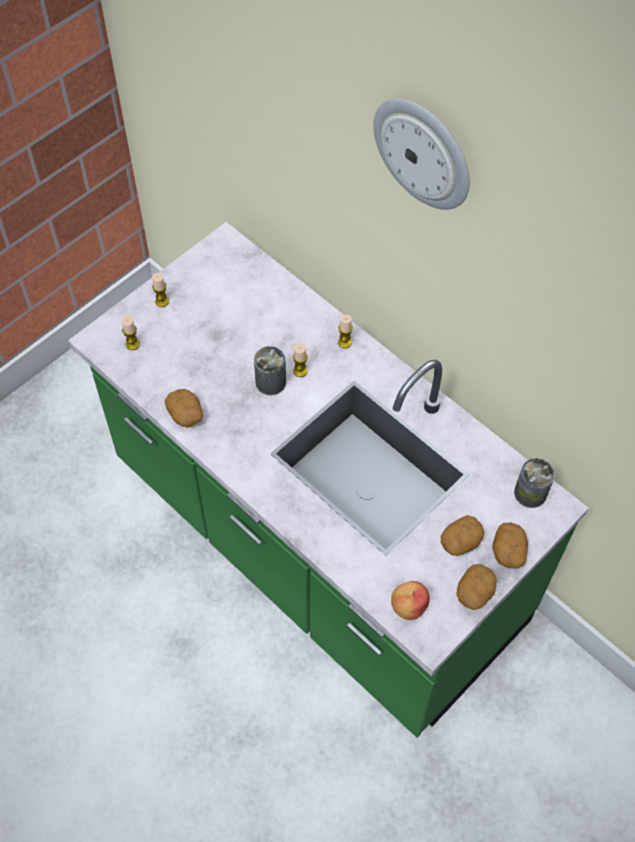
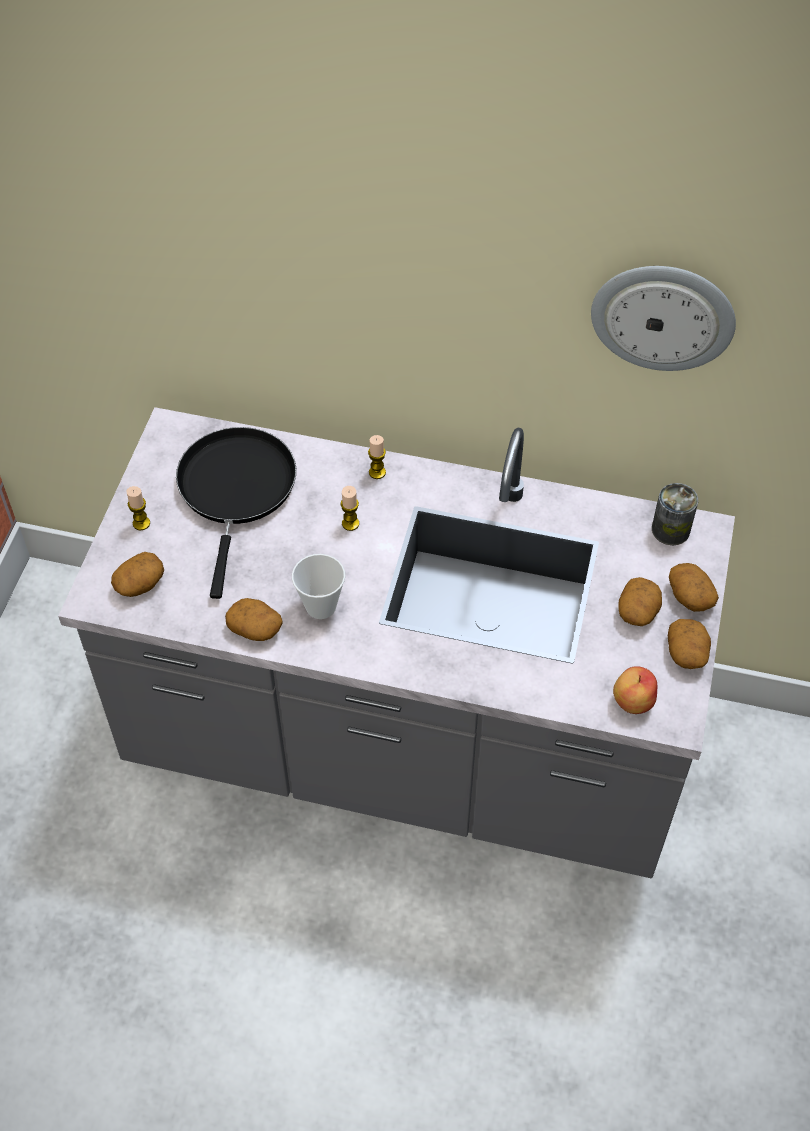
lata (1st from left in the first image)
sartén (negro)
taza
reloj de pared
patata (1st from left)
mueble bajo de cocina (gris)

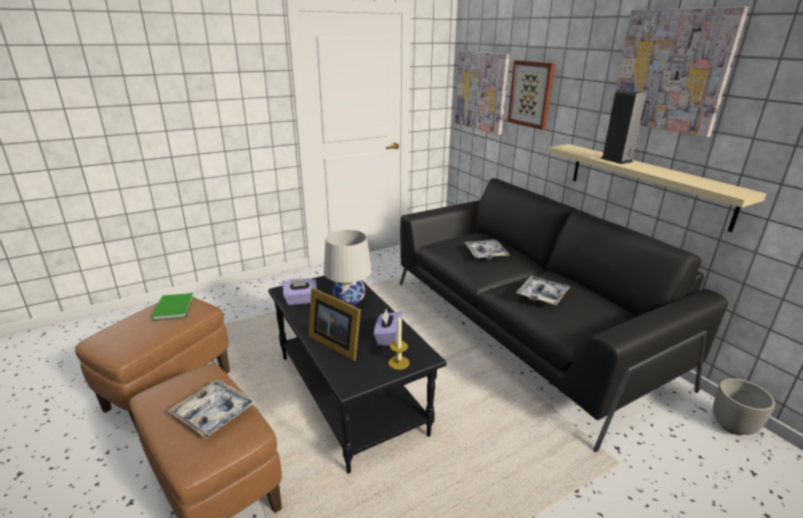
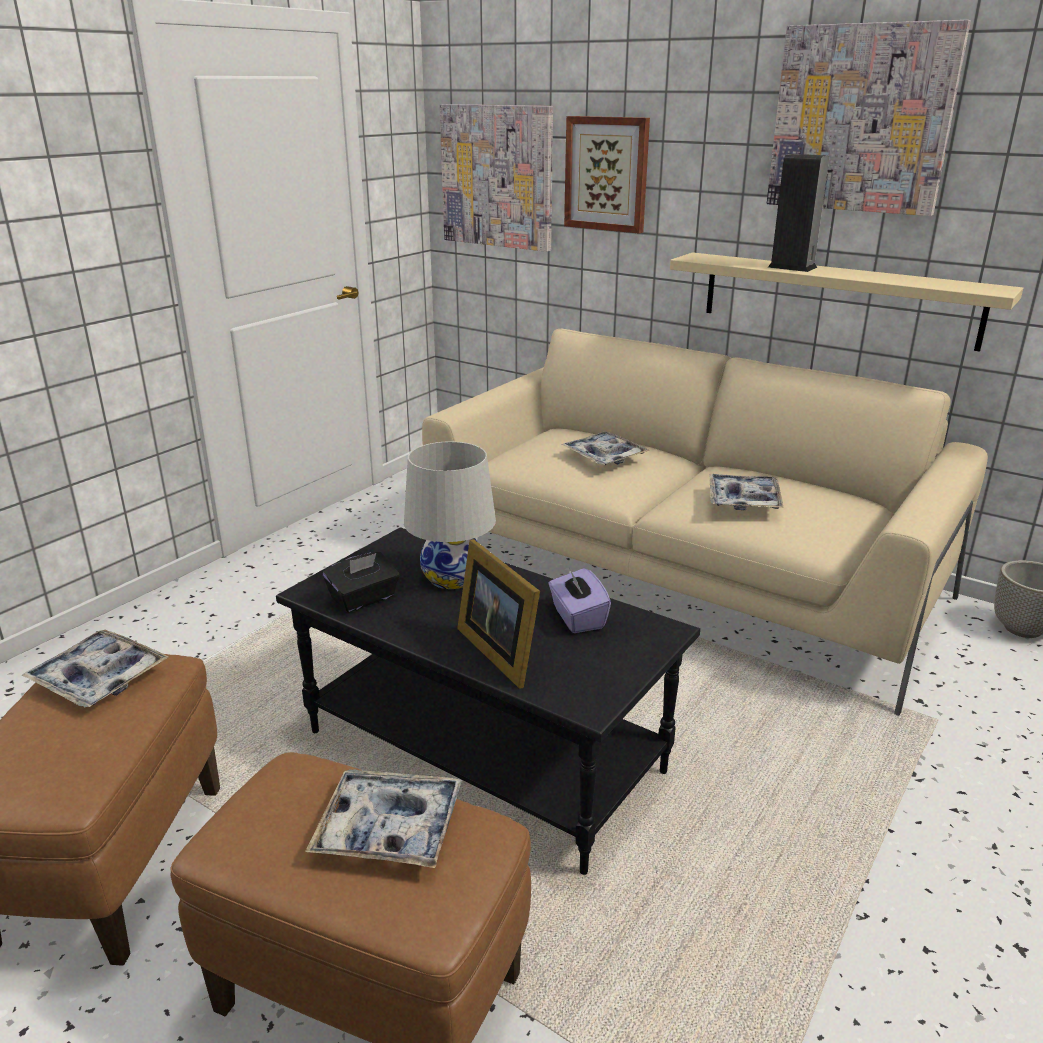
vela
bandeja (1st from left)
caja de pañuelos (negro)
sofá (beis)
portarretratos

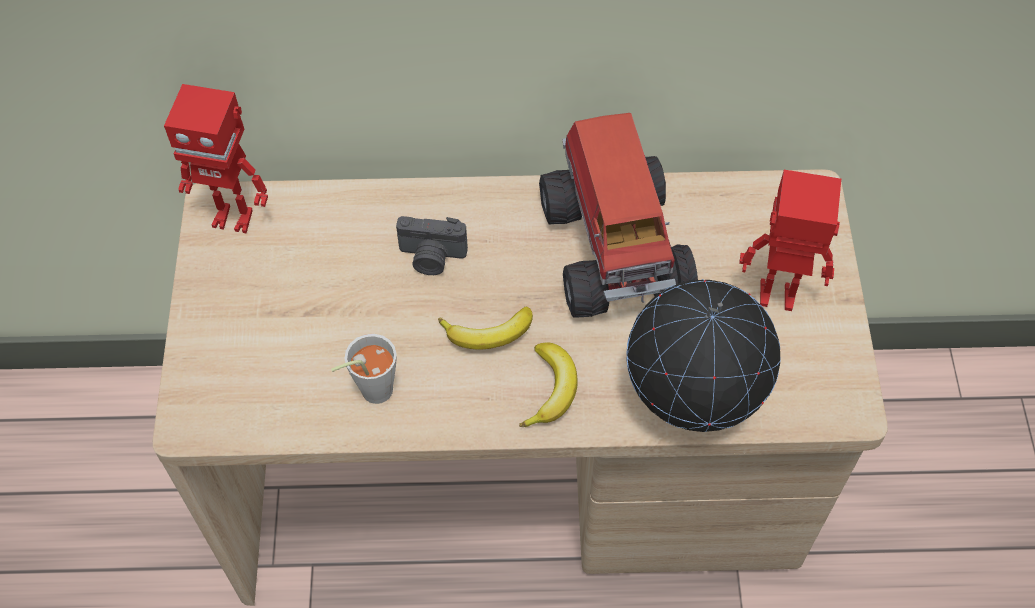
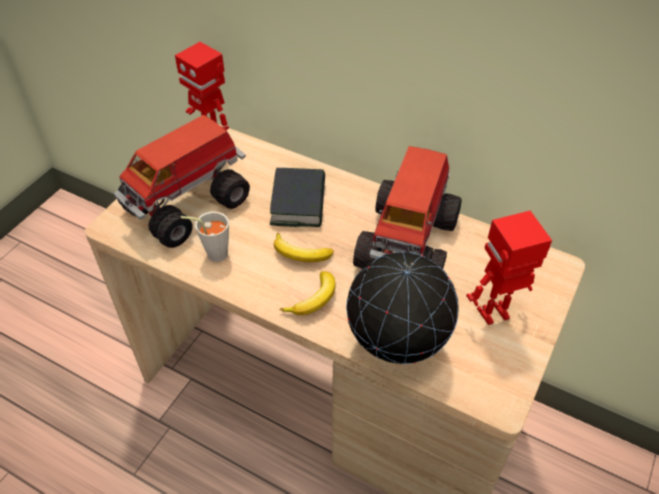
camión de juguete (1st from left)
libro
robot de juguete (2nd from left)

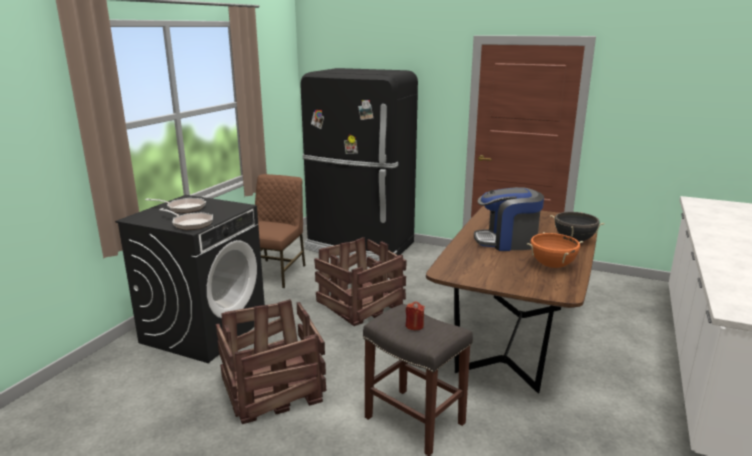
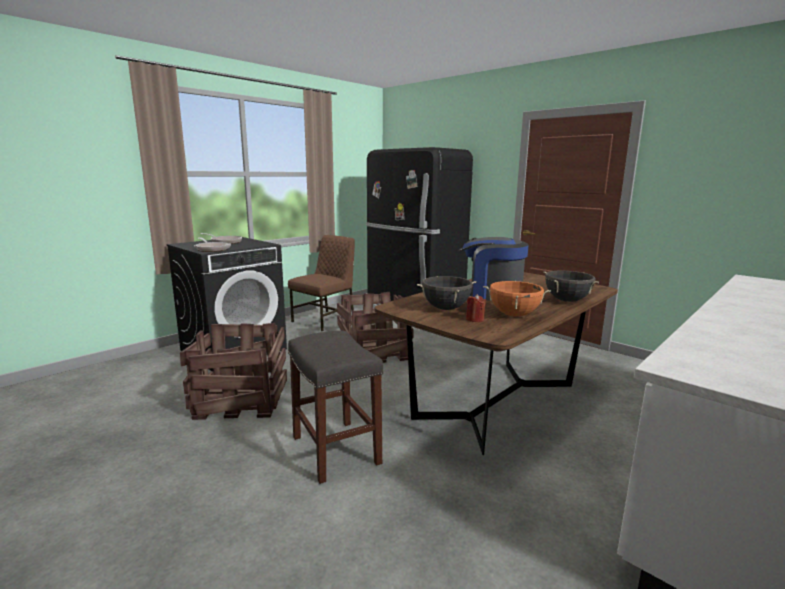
olla (negro) (1st from left)
vela (rojo)

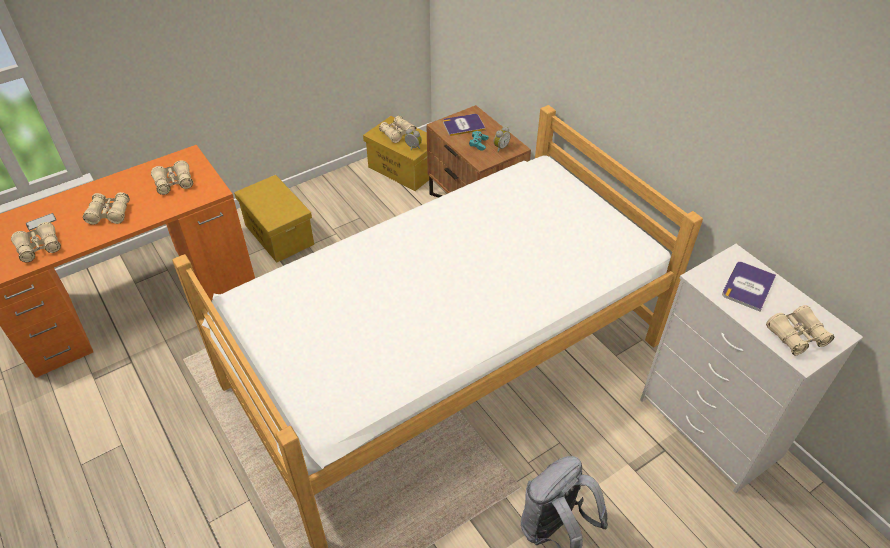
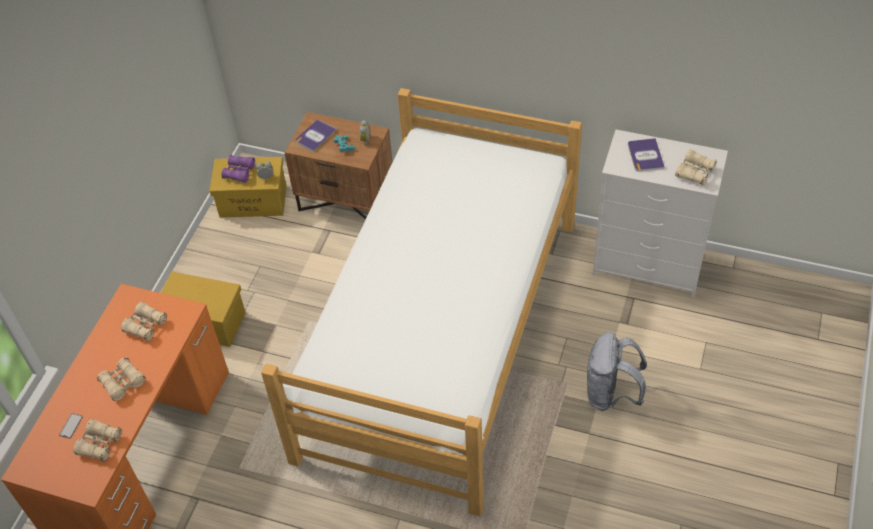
prismáticos (morado)

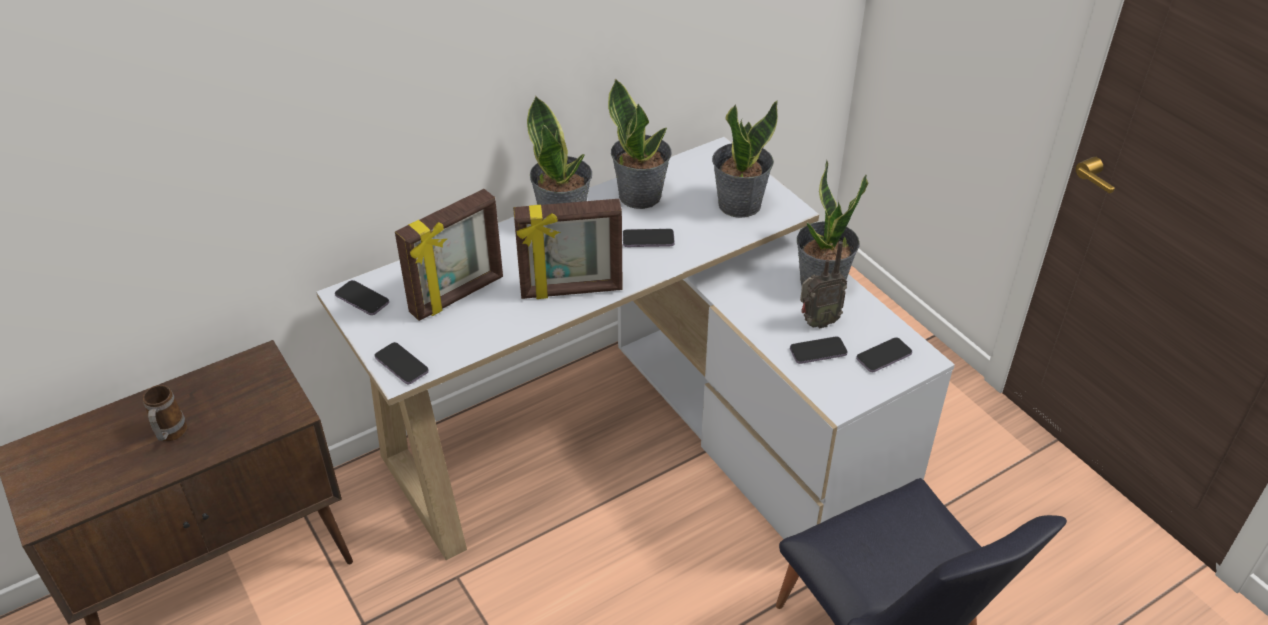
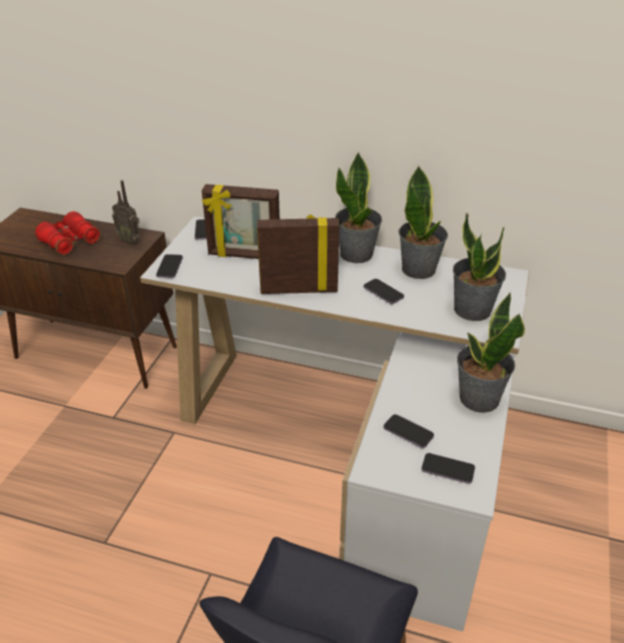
radio
prismáticos (rojo)
portarretratos (2nd from left)

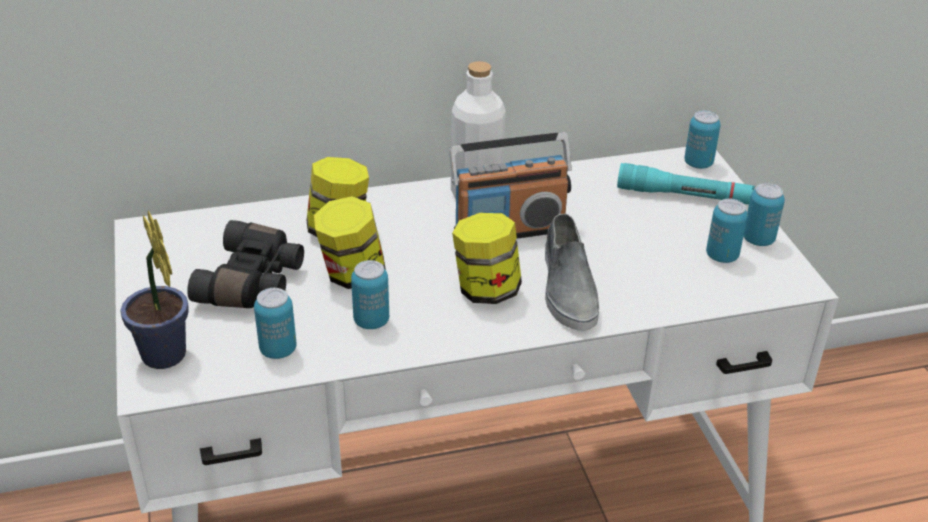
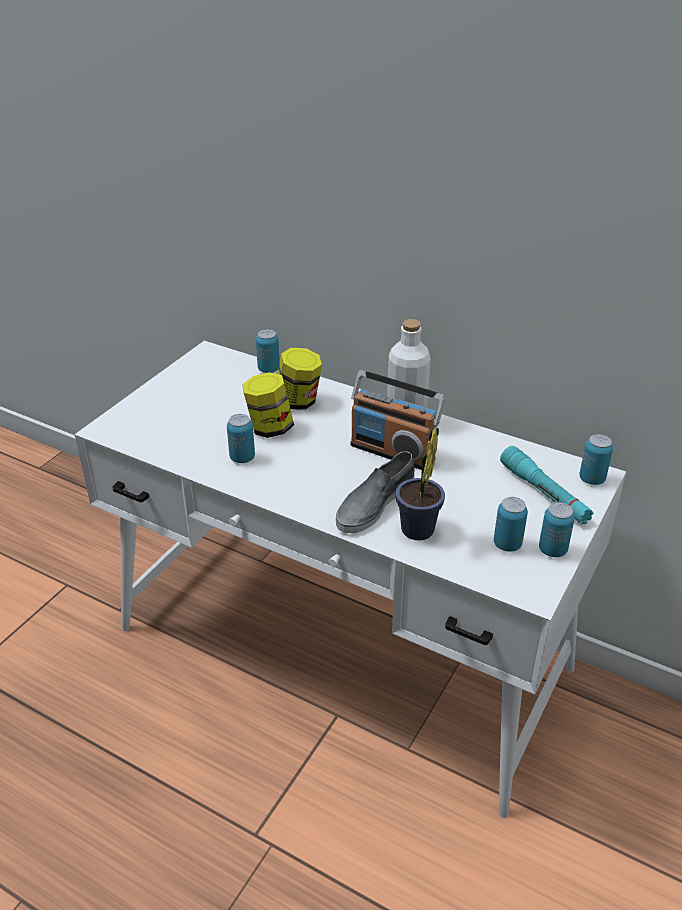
prismáticos (negro)
tarro (3rd from left in the first image)
planta en maceta
lata (2nd from left)

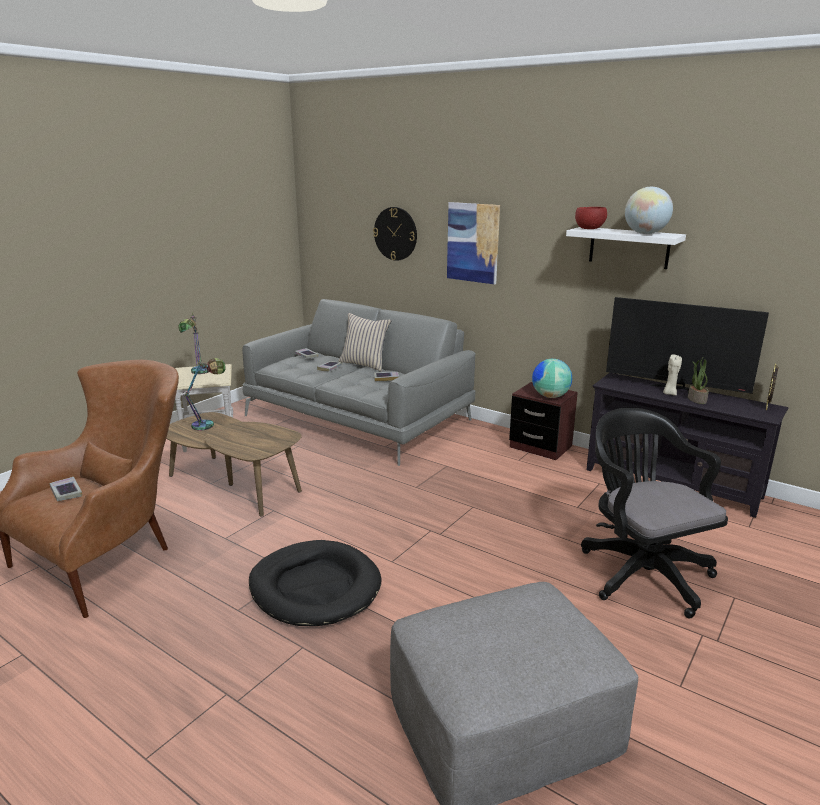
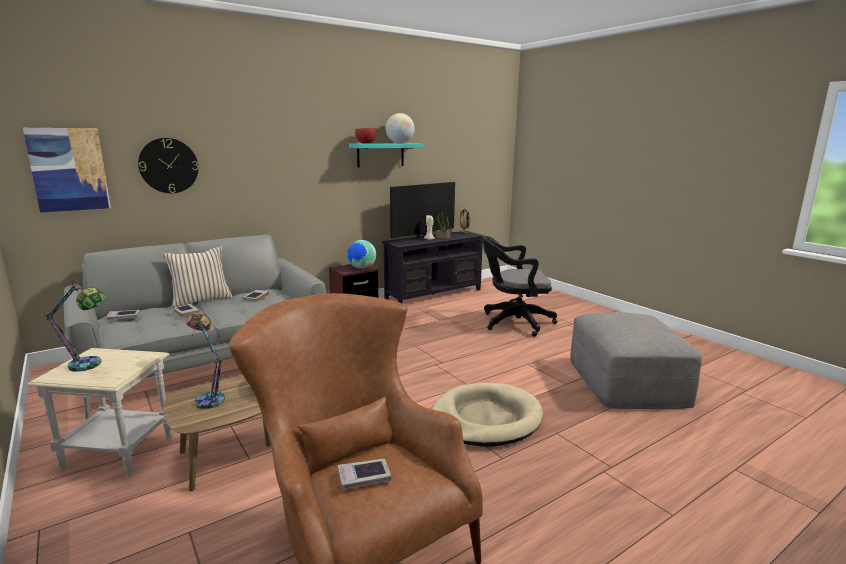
cuadro
cama para perro (beis)
estante (turquesa)

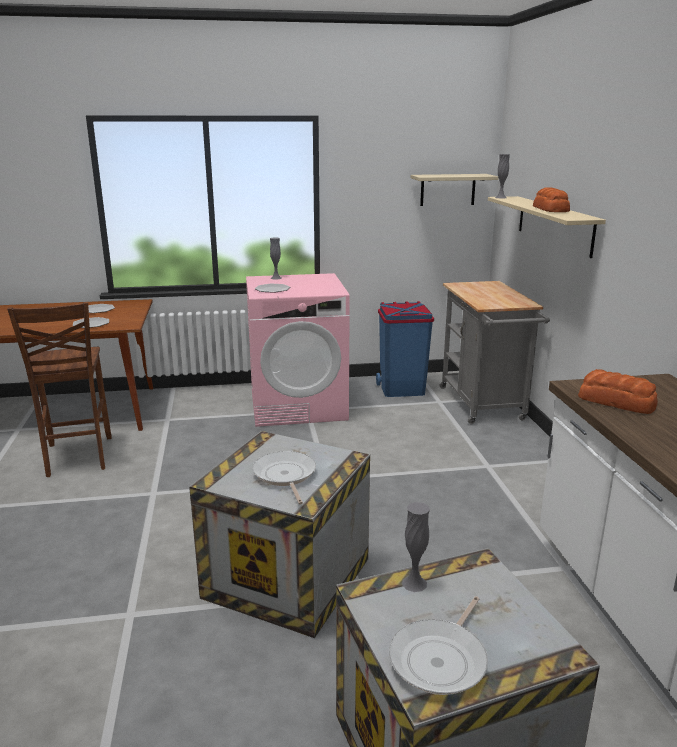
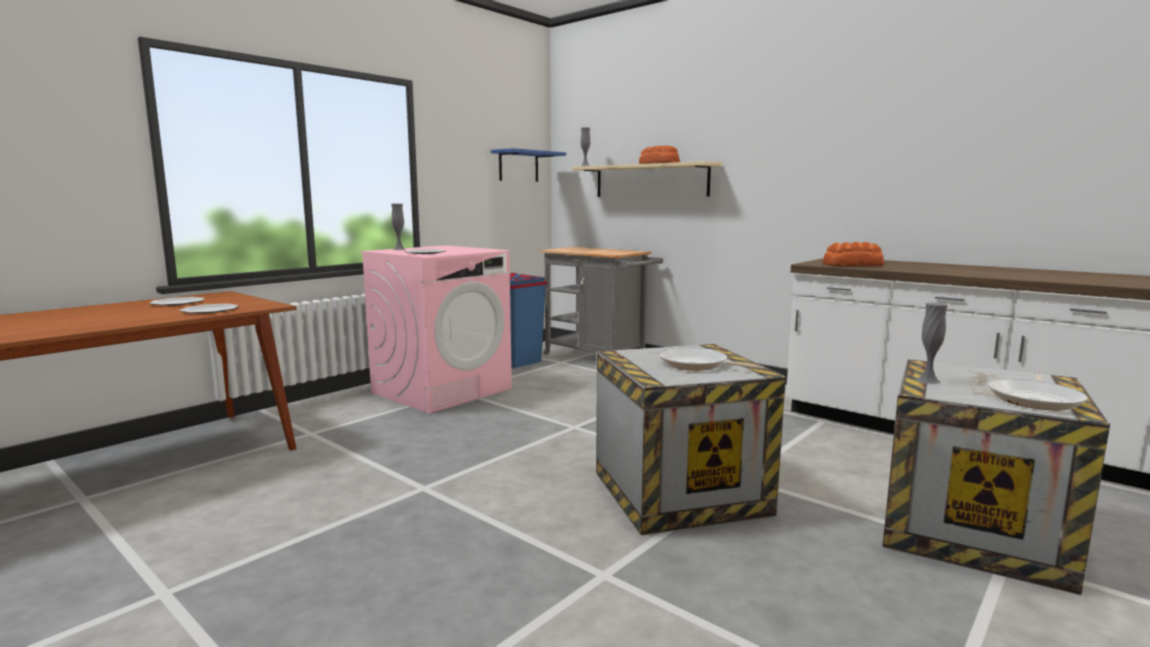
silla (marrón)
estante (azul)
sartén (2nd from left)

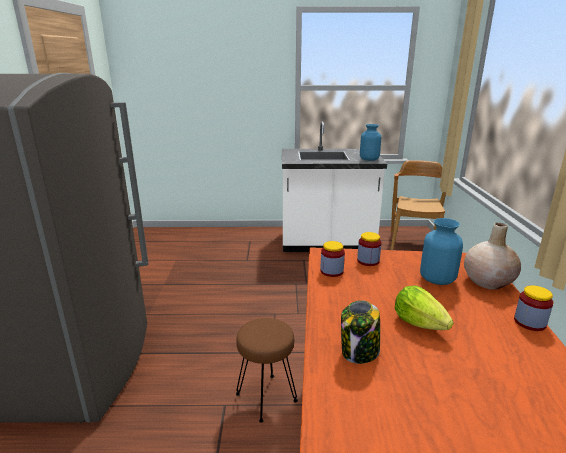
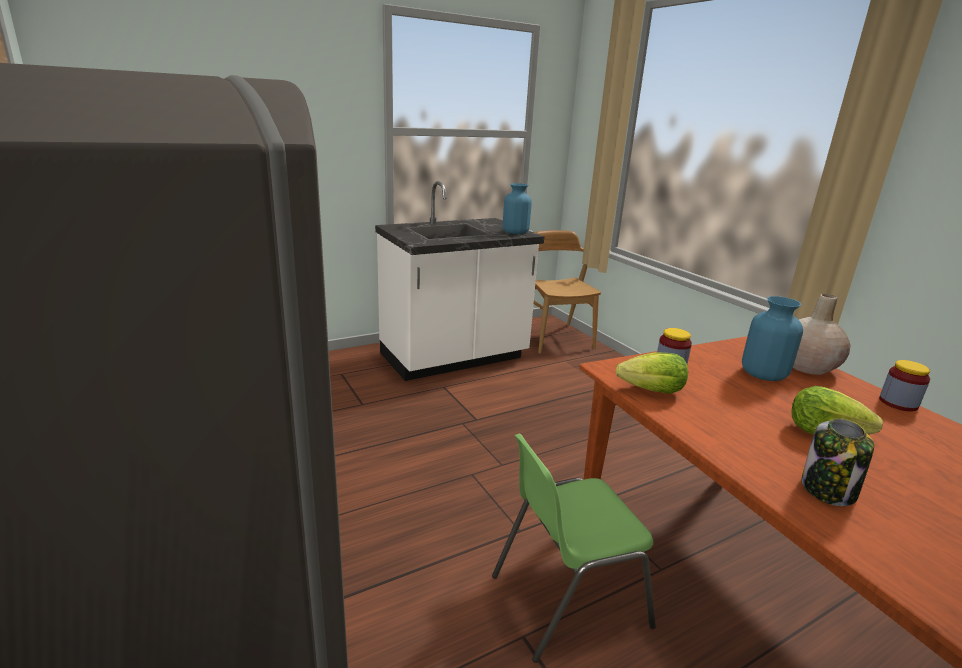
silla (verde)
lechuga (1st from left)

